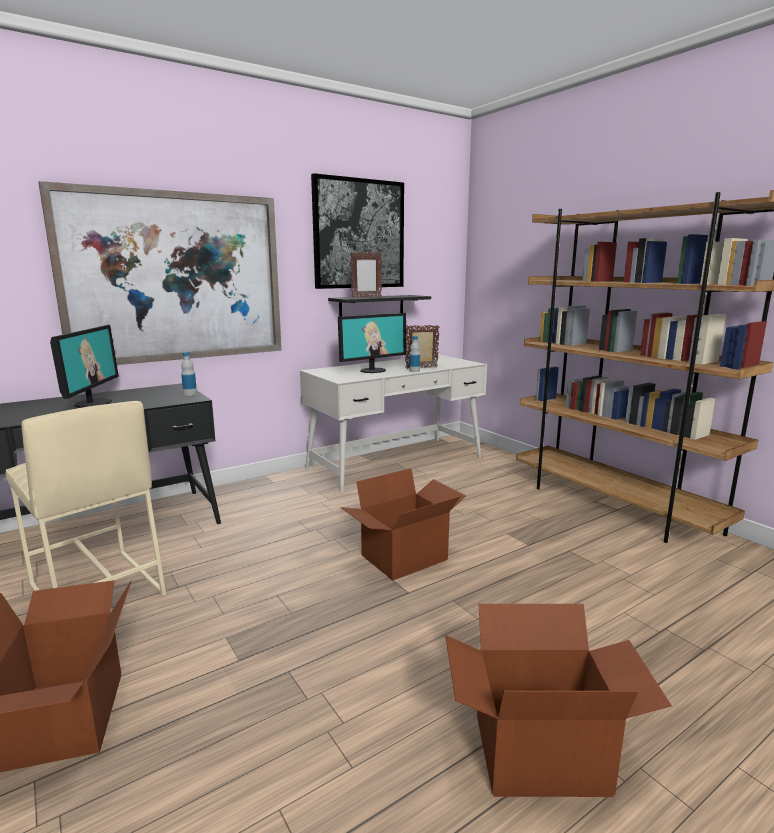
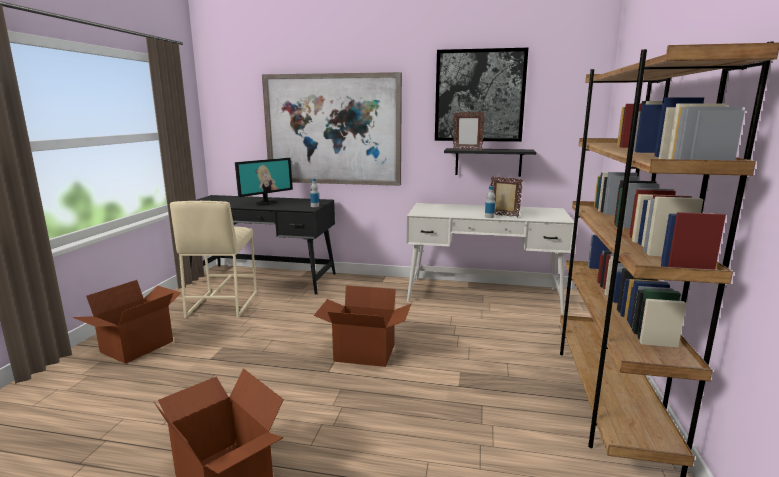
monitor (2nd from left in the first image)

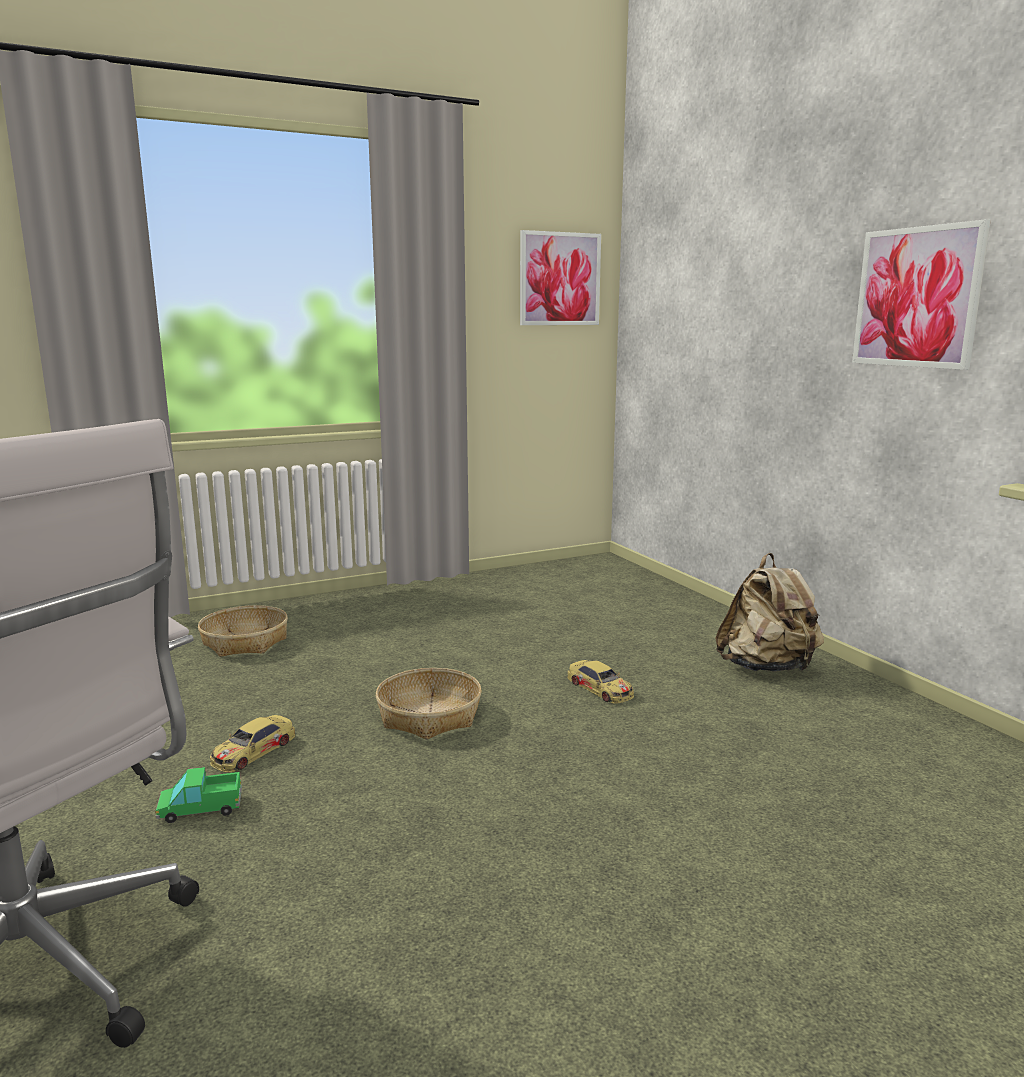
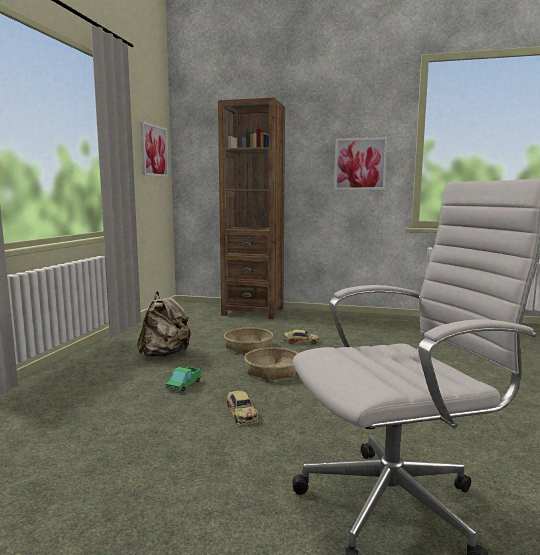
estantería (marrón)
camión de juguete
cesta (1st from left)
mochila (beis)

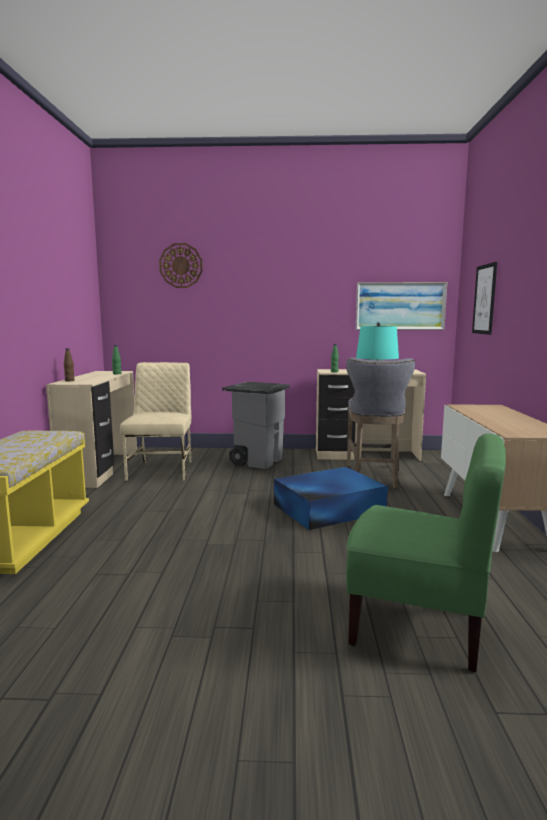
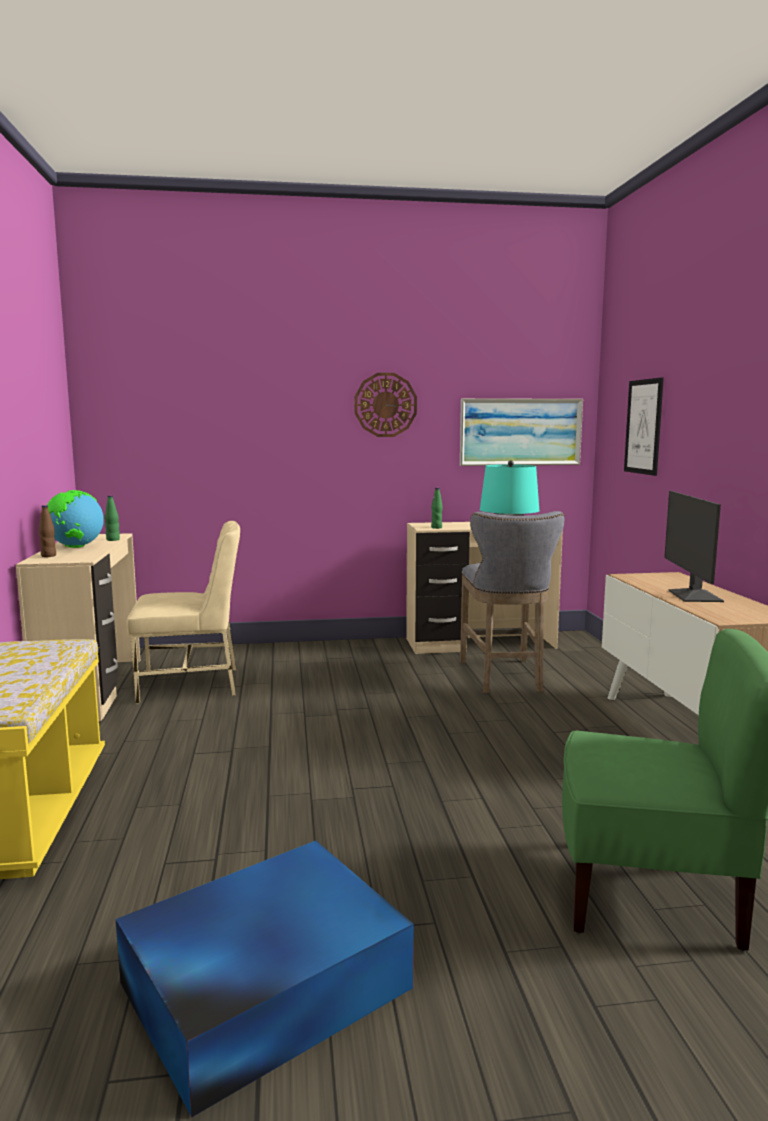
papelera (gris)
globo terráqueo
monitor
reloj de pared
caja de almacenaje (azul)
silla (beis)

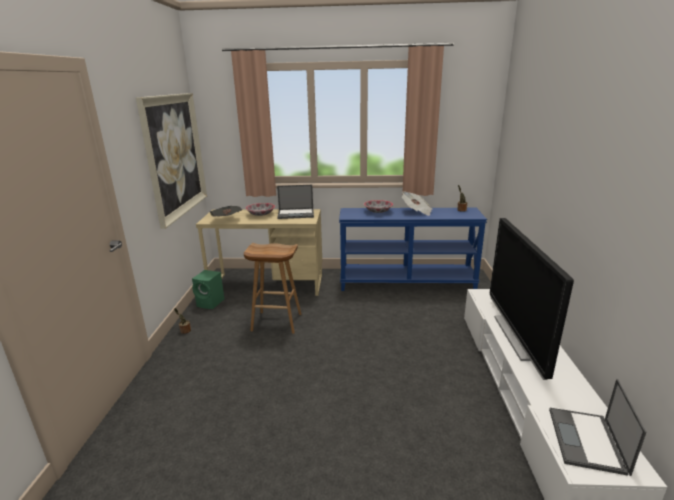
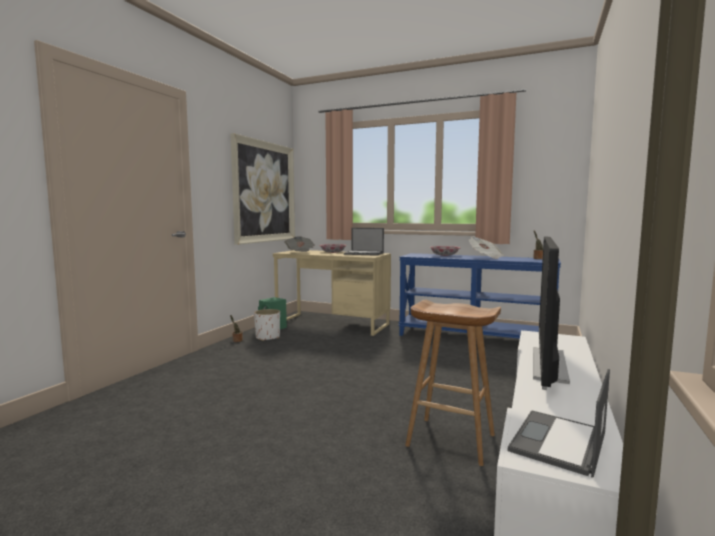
maceta (blanco)
taburete (marrón)

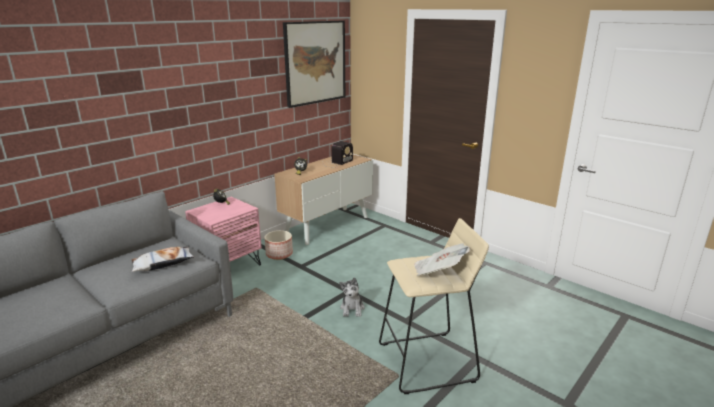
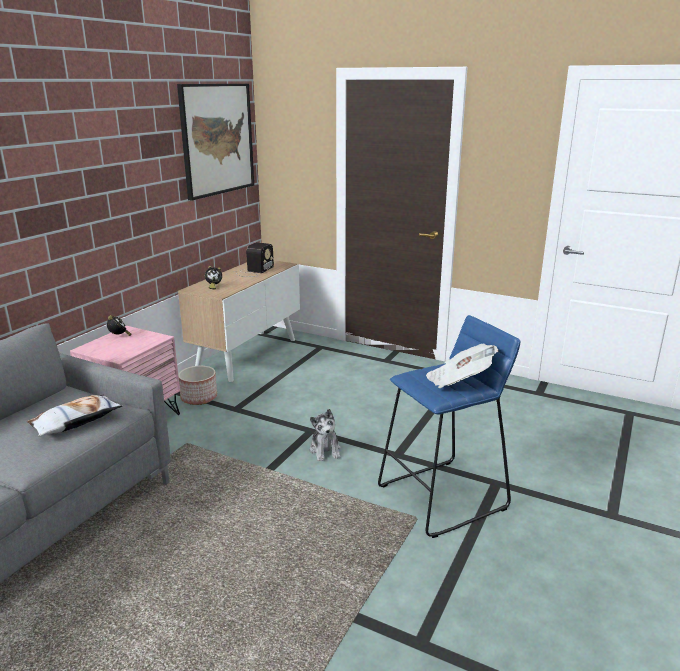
taburete (azul)

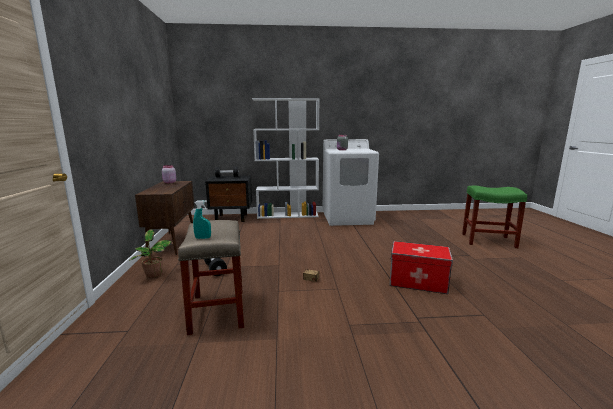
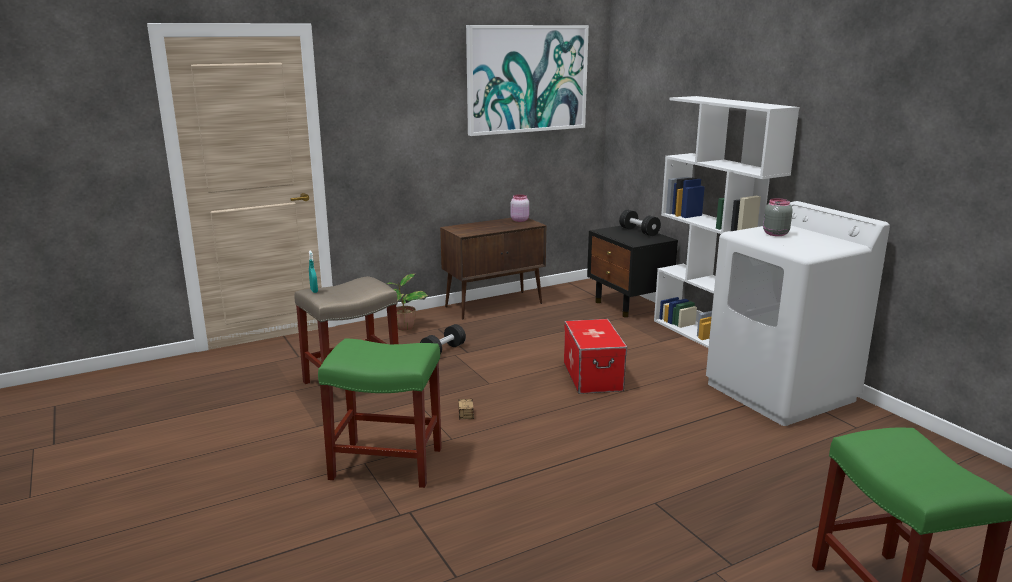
taburete (verde) (1st from left)
cuadro
caja de almacenaje (2nd from left)

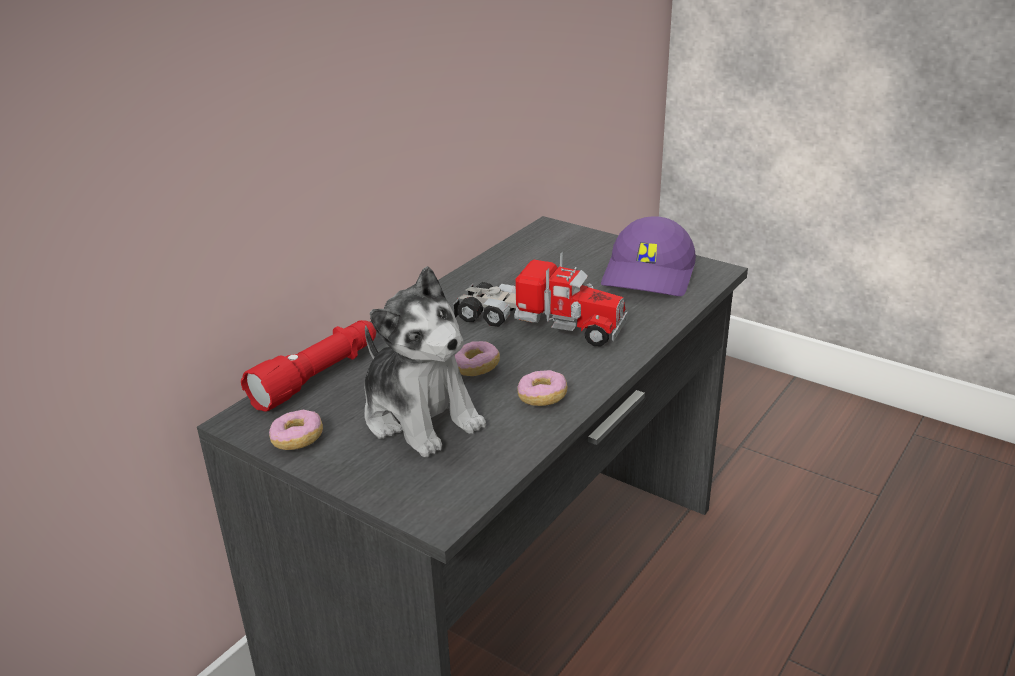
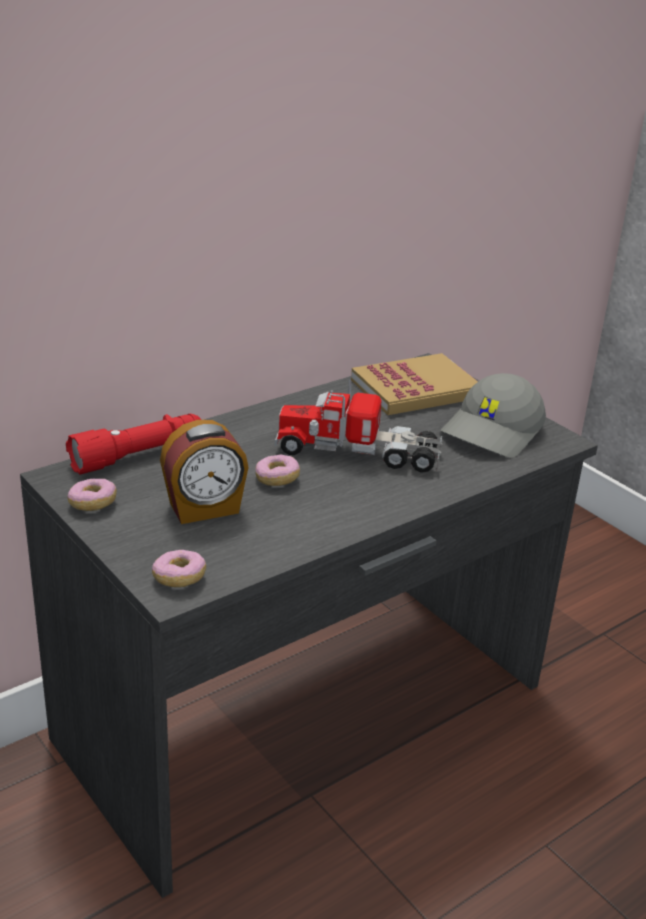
libro
rosquilla (2nd from left)
despertador
gorra (gris)
camión de juguete

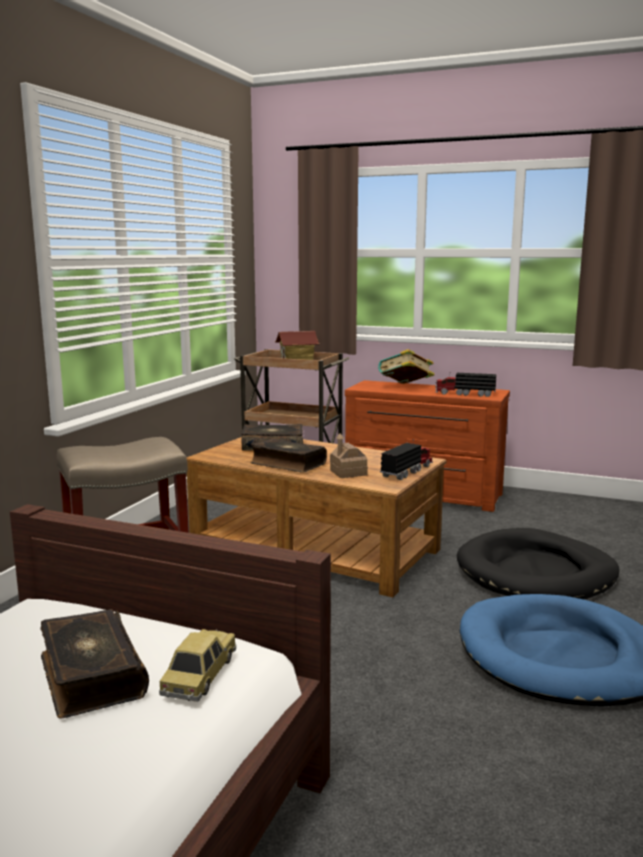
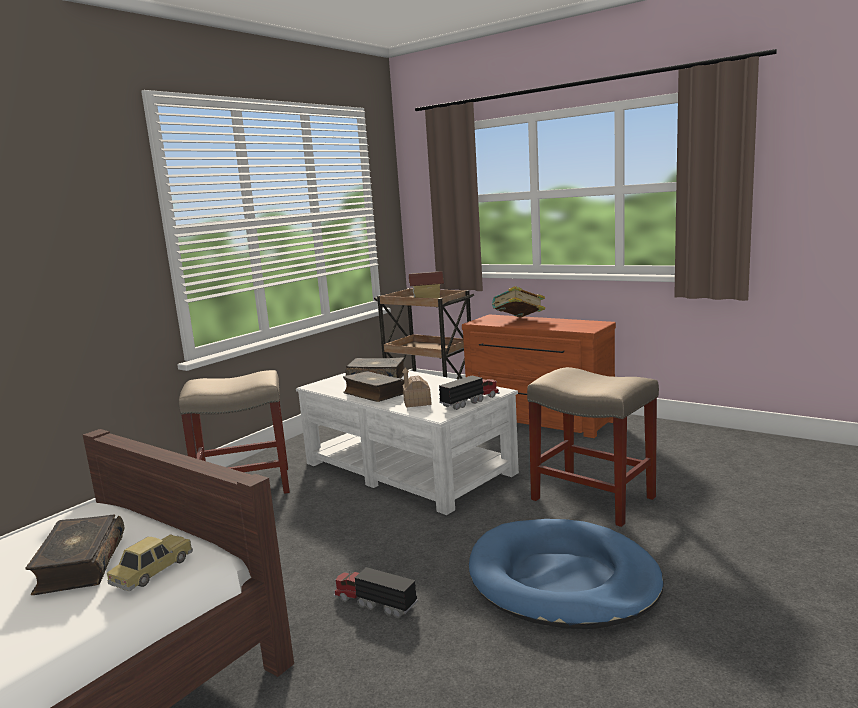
camión de juguete (1st from left)
taburete (beis) (2nd from left)
mesa de centro (blanco)

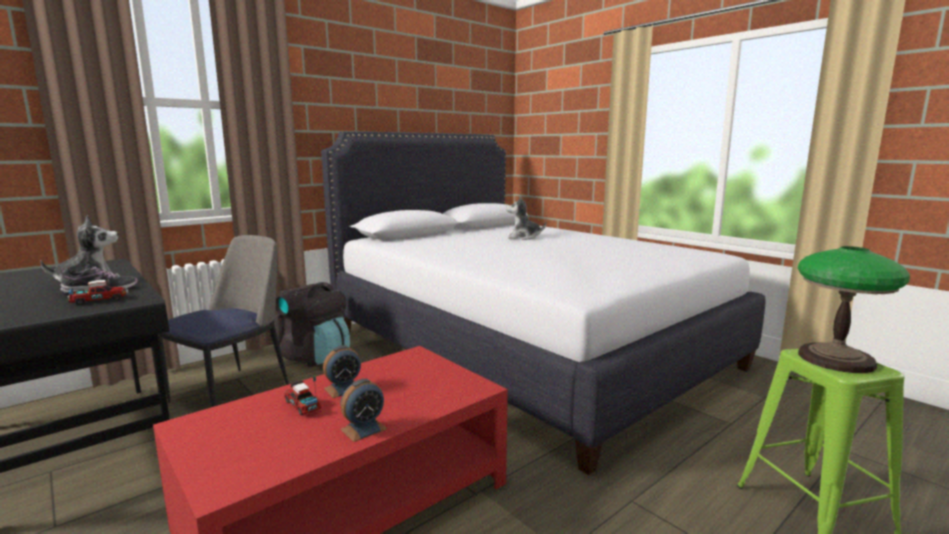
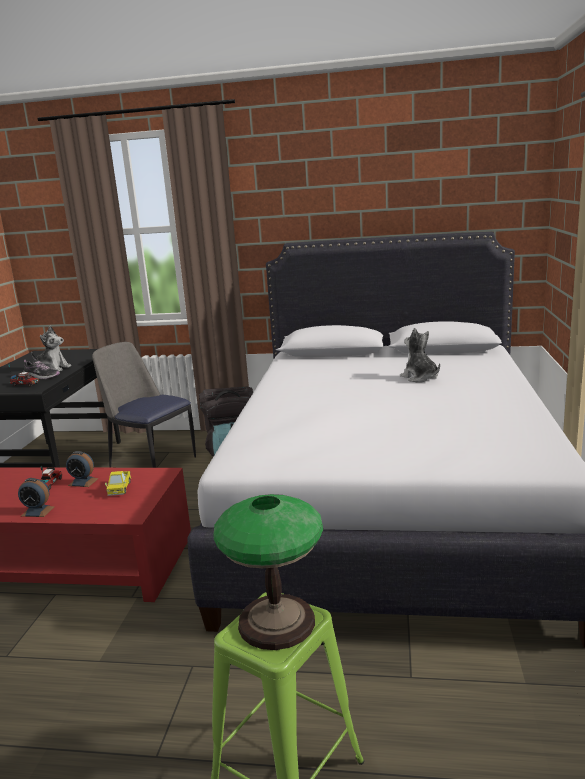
camión de juguete (3rd from left)
silla

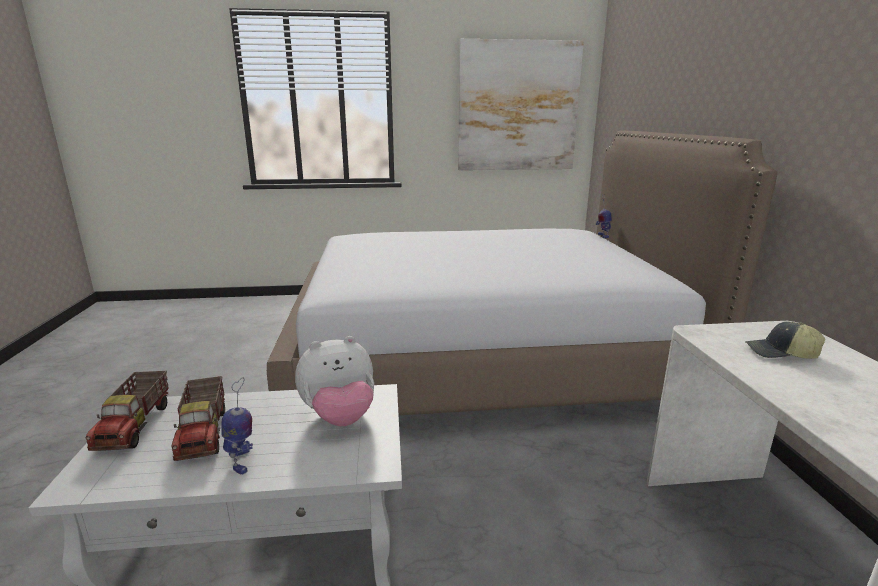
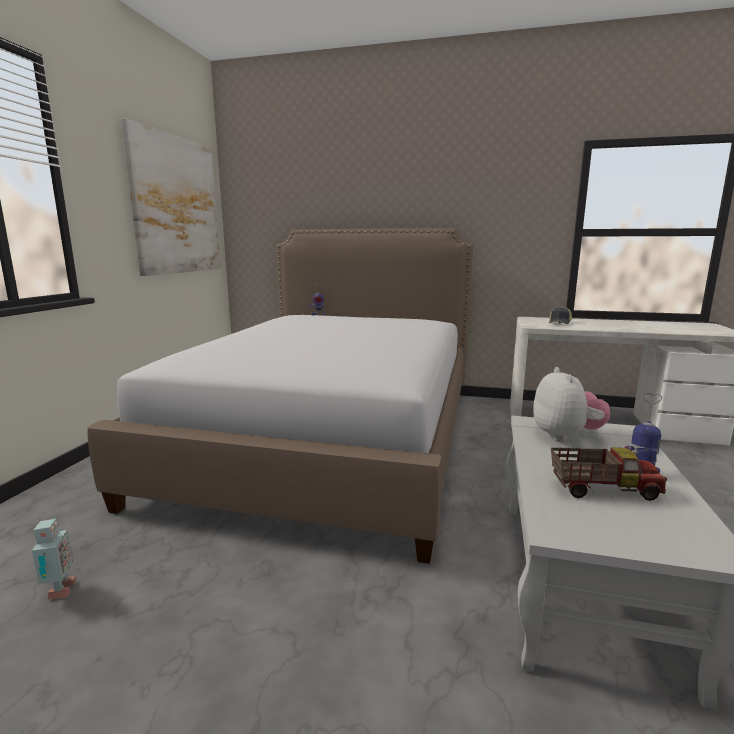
camión de juguete (1st from left in the first image)
robot de juguete (1st from left)

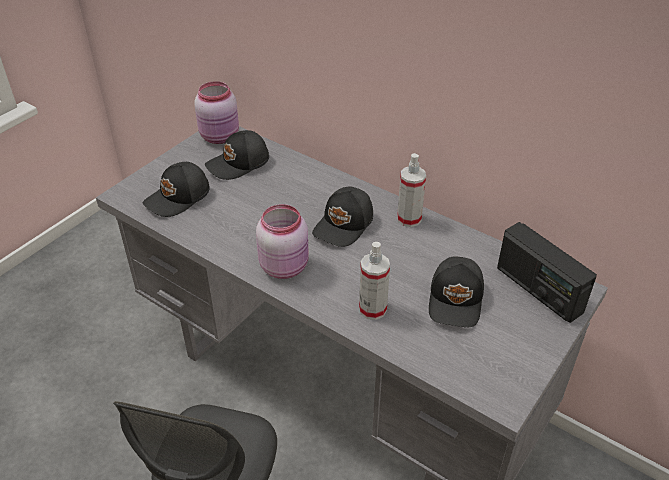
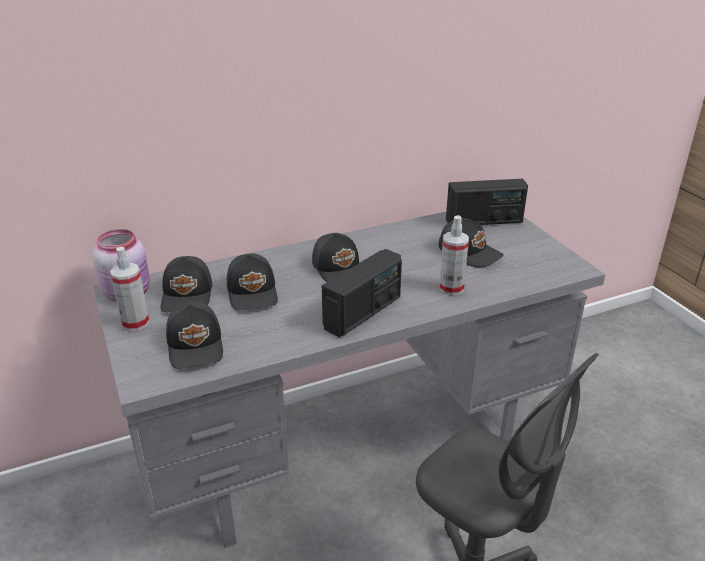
gorra (negro) (3rd from left)
pulverizador (1st from left)
radio (1st from left)

